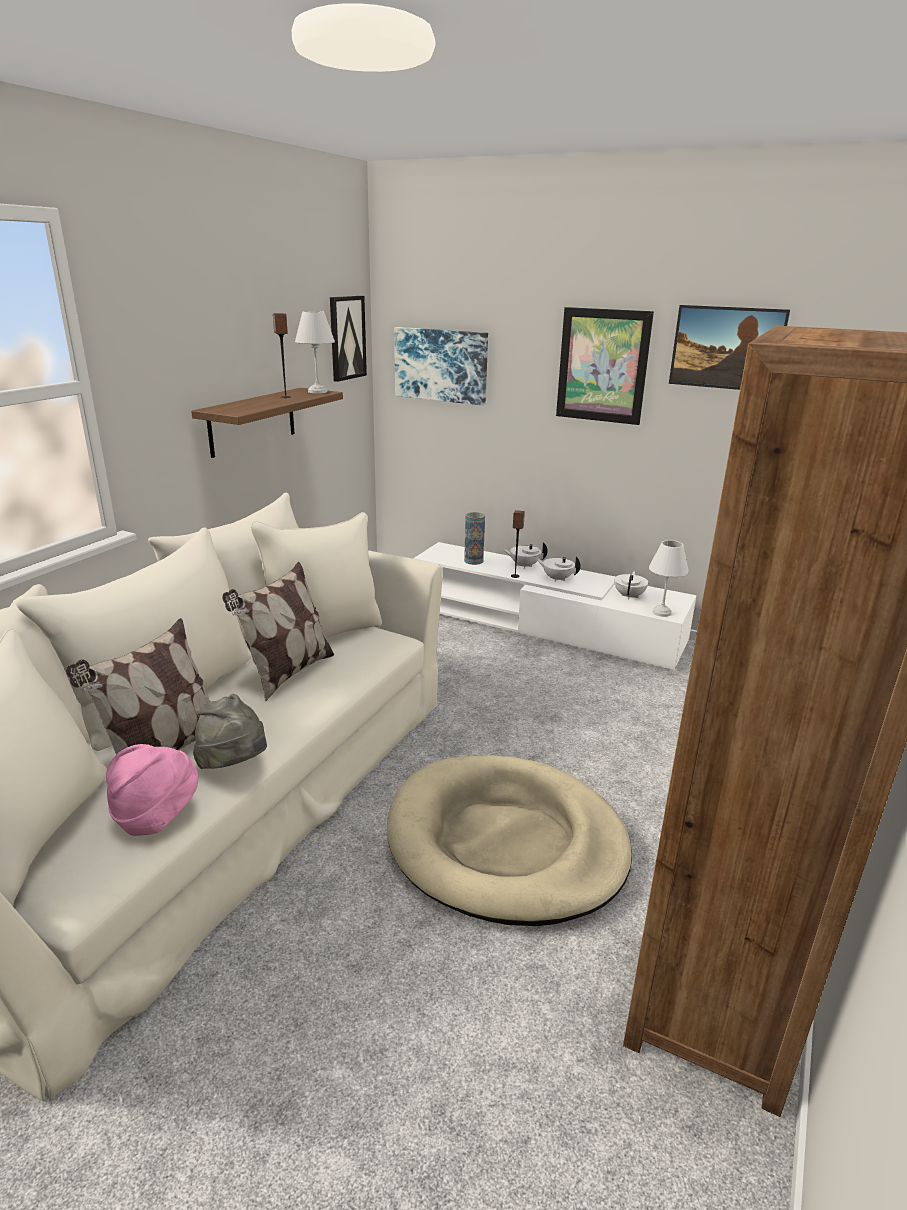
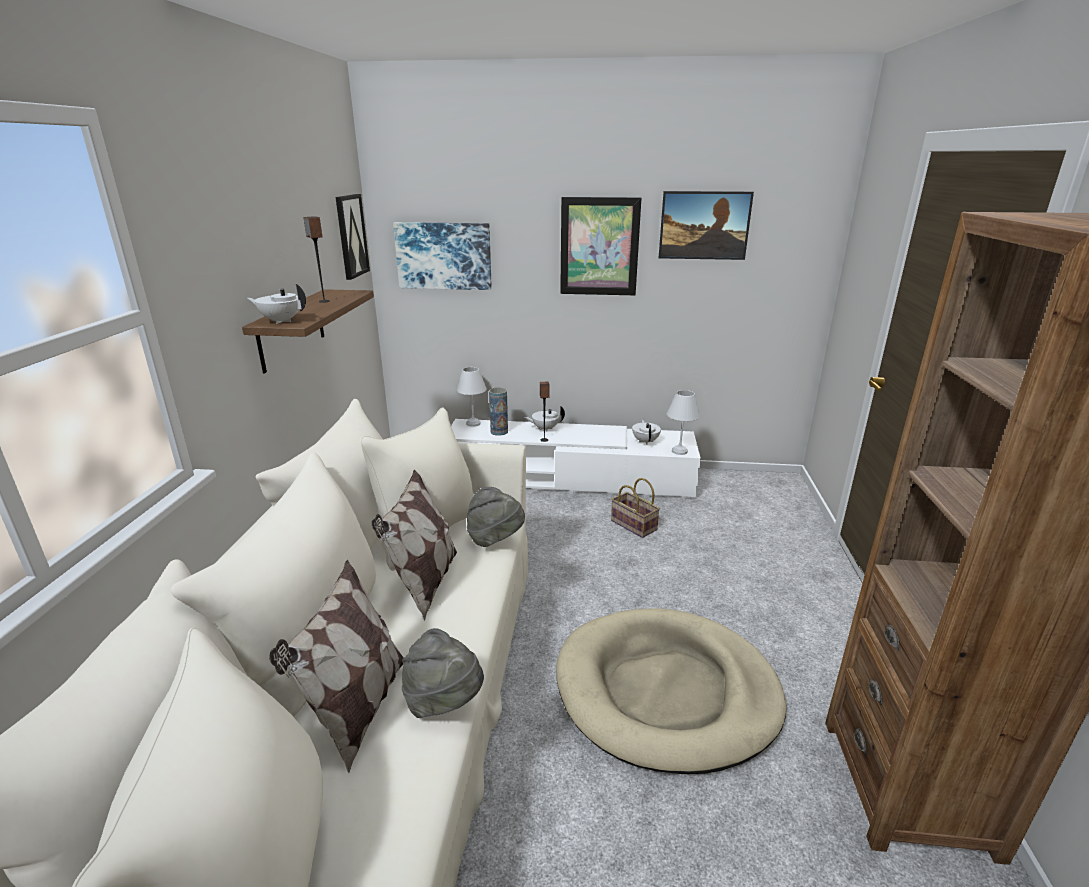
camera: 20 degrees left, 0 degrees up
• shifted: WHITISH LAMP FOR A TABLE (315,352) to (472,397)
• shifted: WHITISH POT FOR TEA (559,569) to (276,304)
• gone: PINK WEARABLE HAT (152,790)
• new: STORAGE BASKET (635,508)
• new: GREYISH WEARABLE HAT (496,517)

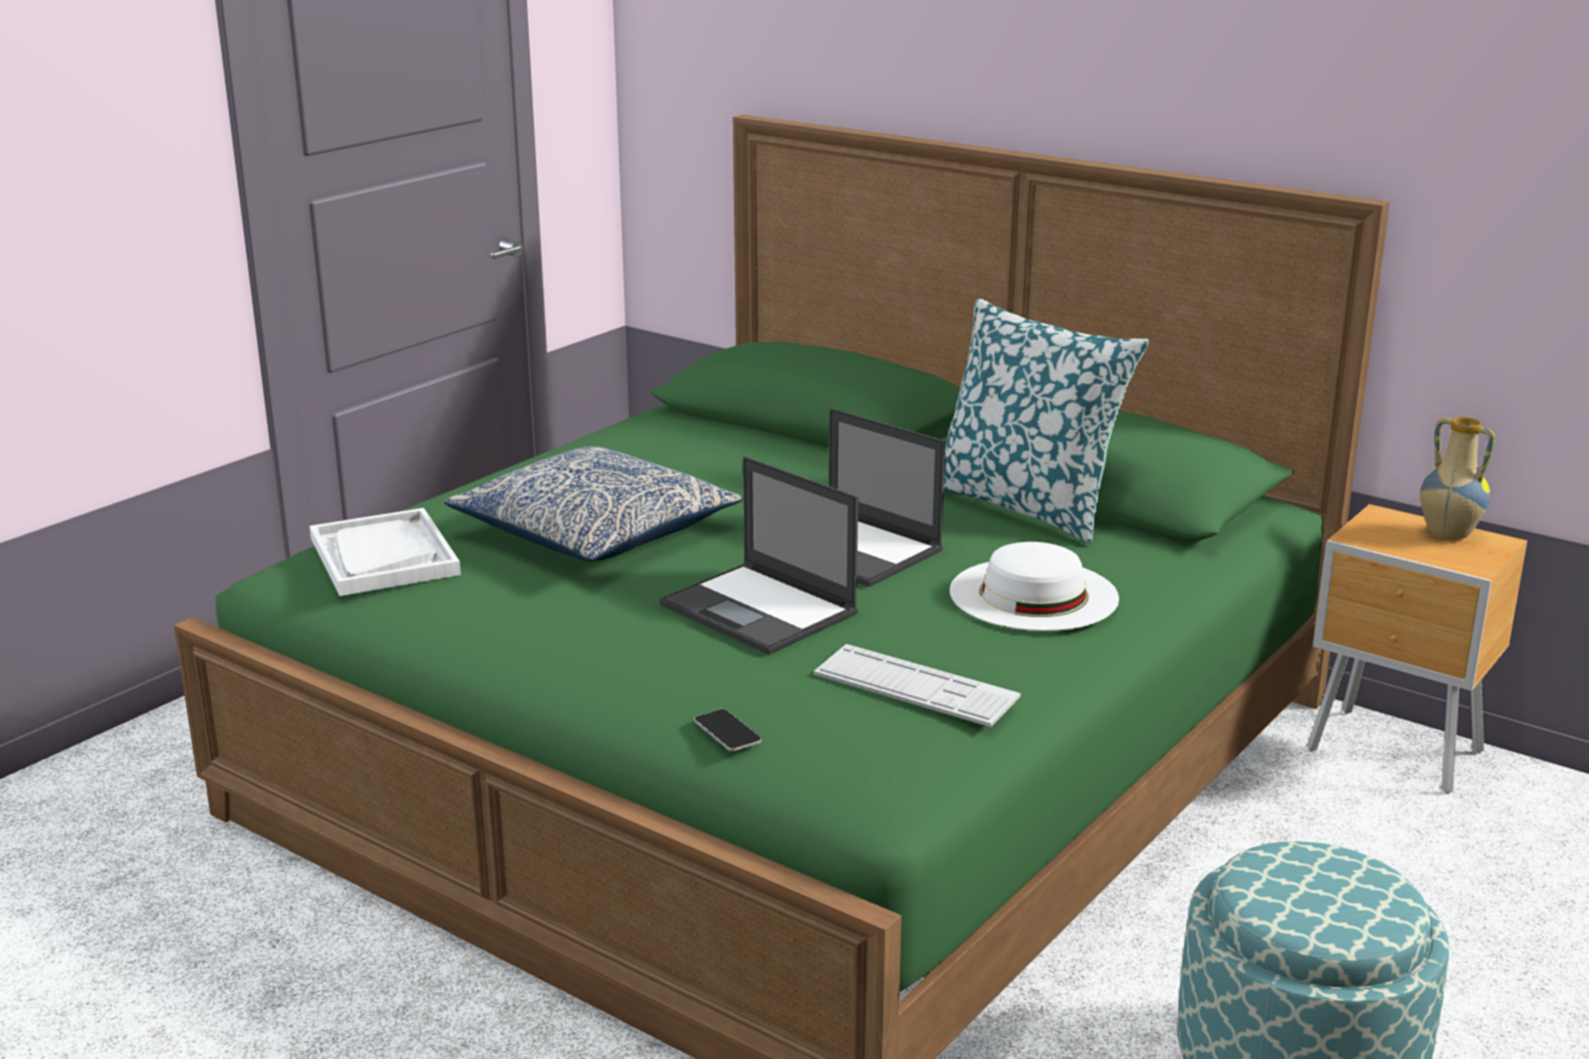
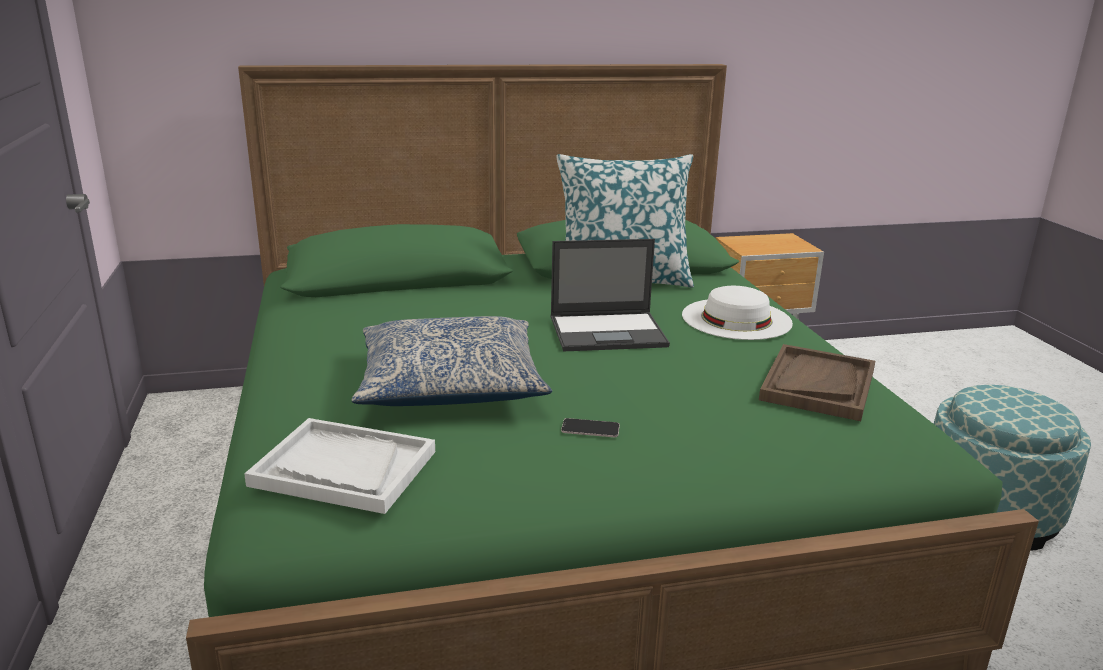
camera: 50 degrees left, 0 degrees up
• gone: DECORATIVE VASE (1457,478)
• gone: PORTABLE COMPUTER (758,555)
• swapped: COMPUTER KEYBOARD (917,685) to BROWNISH SERVING TRAY (817,382)
• shifted: TELEPHONE (727,730) to (590,427)

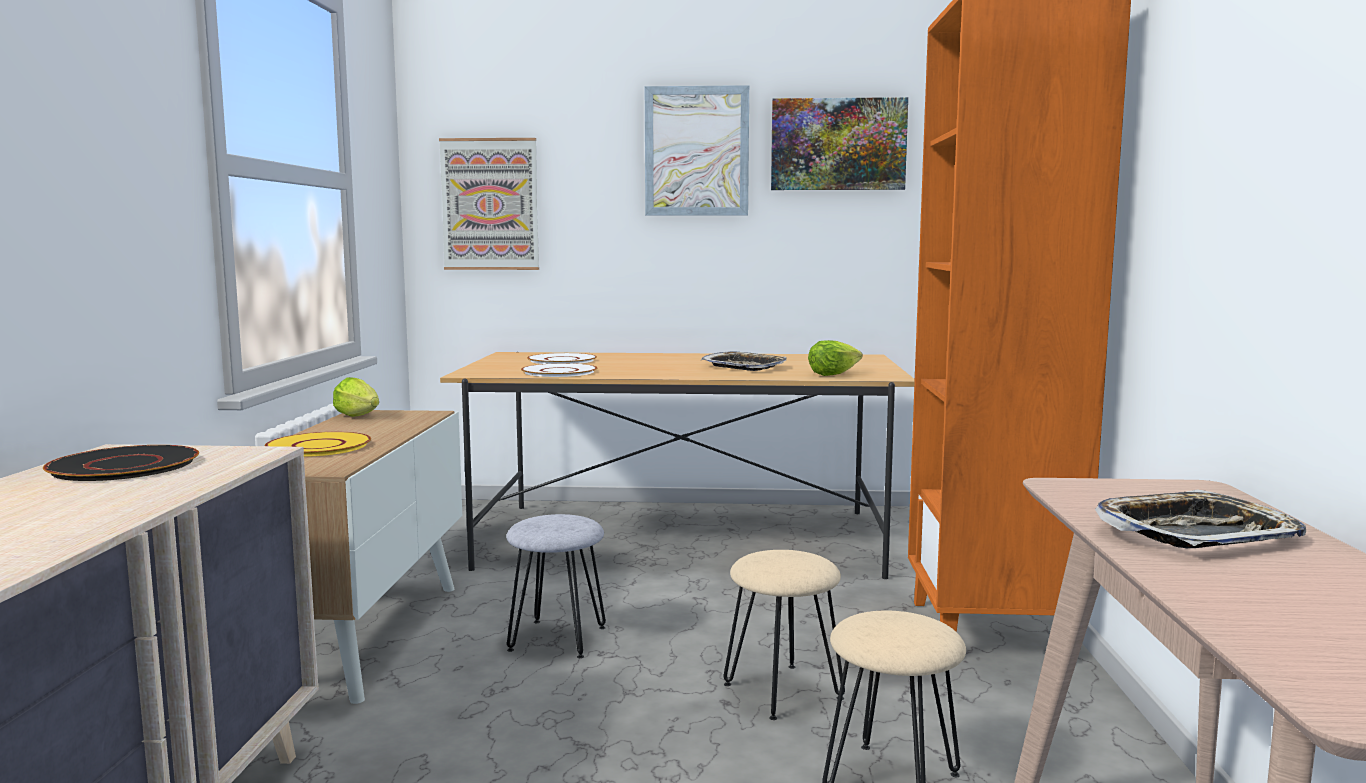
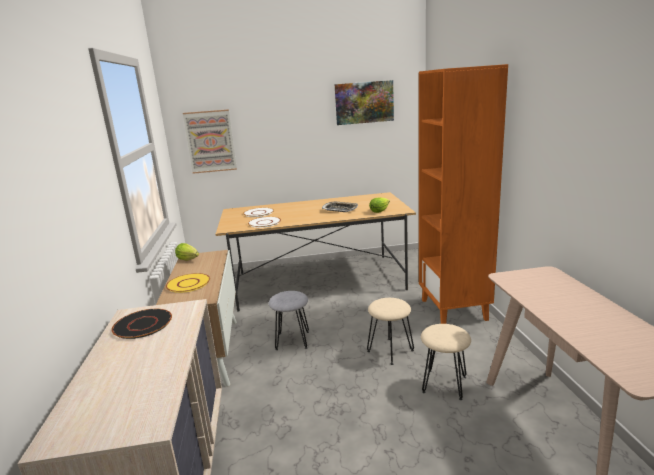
camera: 10 degrees left, 10 degrees up
• gone: WALL ART (697,150)
• gone: SERVING TRAY (1200,518)

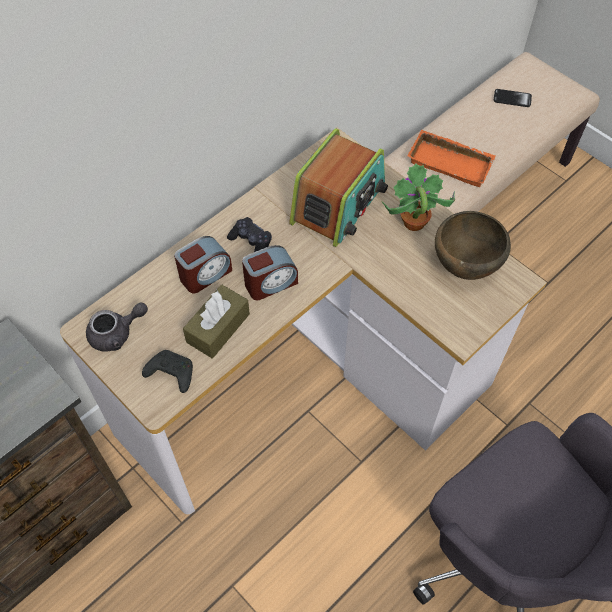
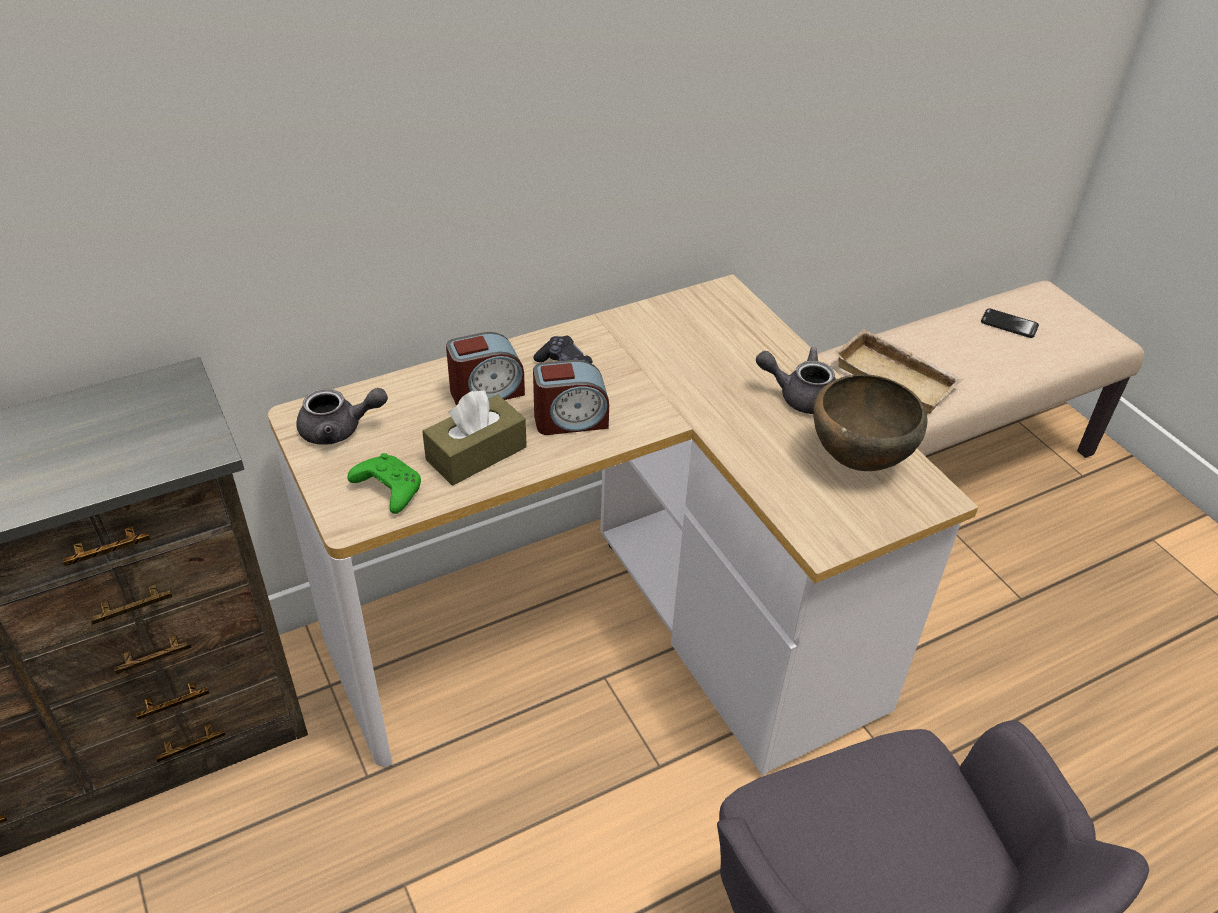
camera: 15 degrees right, 15 degrees down
• gone: RADIO SET (338,187)
• repainted: ORANGE-COLOURED SERVING TRAY (452,158) to BEIGE-COLOURED SERVING TRAY (898,371)
• swapped: POTTED PLANT (418,197) to GREYISH POT FOR TEA (796,380)
• repainted: BLACKISH JOYPAD (167,371) to GREEN-COLOURED JOYPAD (384,483)

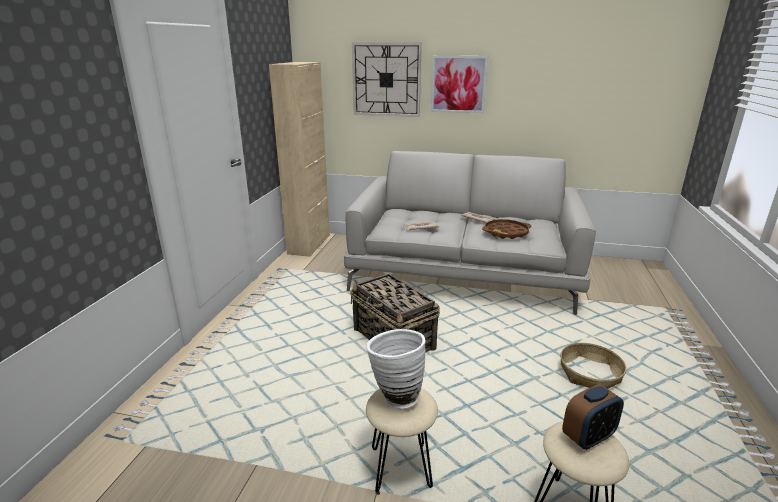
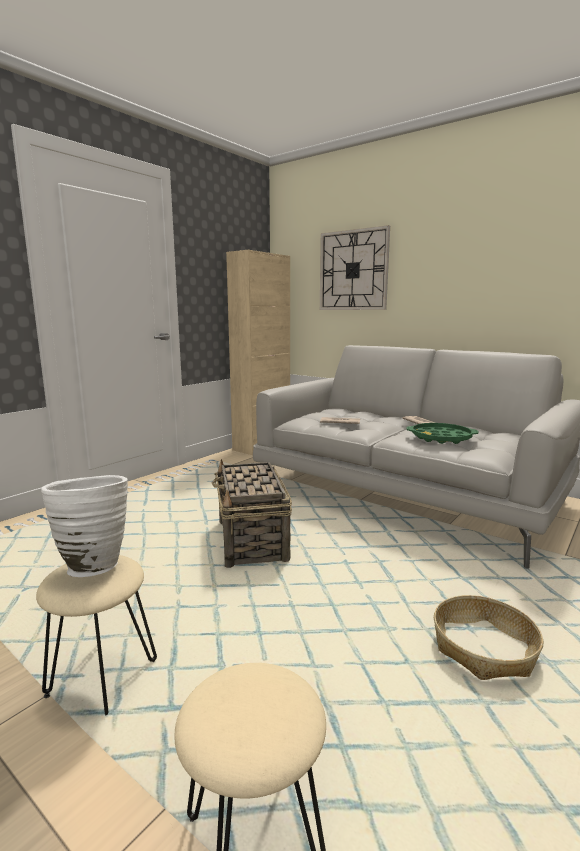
camera: 25 degrees right, 10 degrees down
• gone: WALL ART (459,84)
• repainted: BROWNISH SERVING TRAY (506,229) to GREEN-COLOURED SERVING TRAY (442,433)
• gone: TABLE CLOCK (593,417)

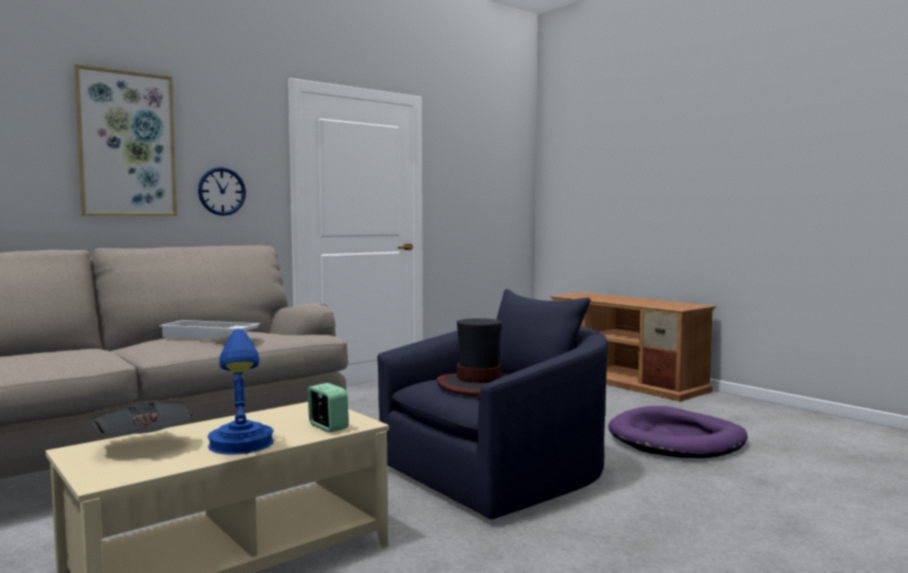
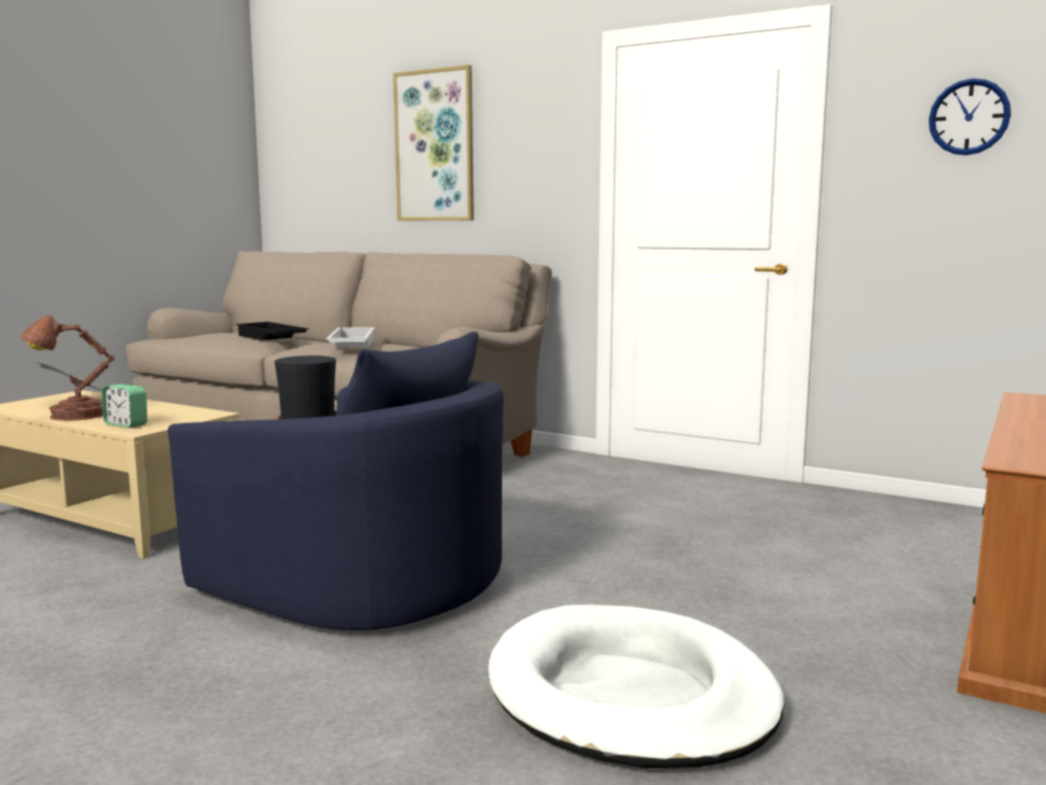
camera: 70 degrees right, 5 degrees up
• shifted: WALL CLOCK (222,191) to (970,116)
• repainted: BLUISH LAMP FOR A TABLE (241,392) to BROWNISH LAMP FOR A TABLE (68,368)
• rotated: TABLE CLOCK (328,408) = (124,406) 90 degrees clockwise
• repainted: PURPLE PET BED (677,432) to WHITISH PET BED (636,686)
• new: BLACKISH SERVING TRAY (272,331)

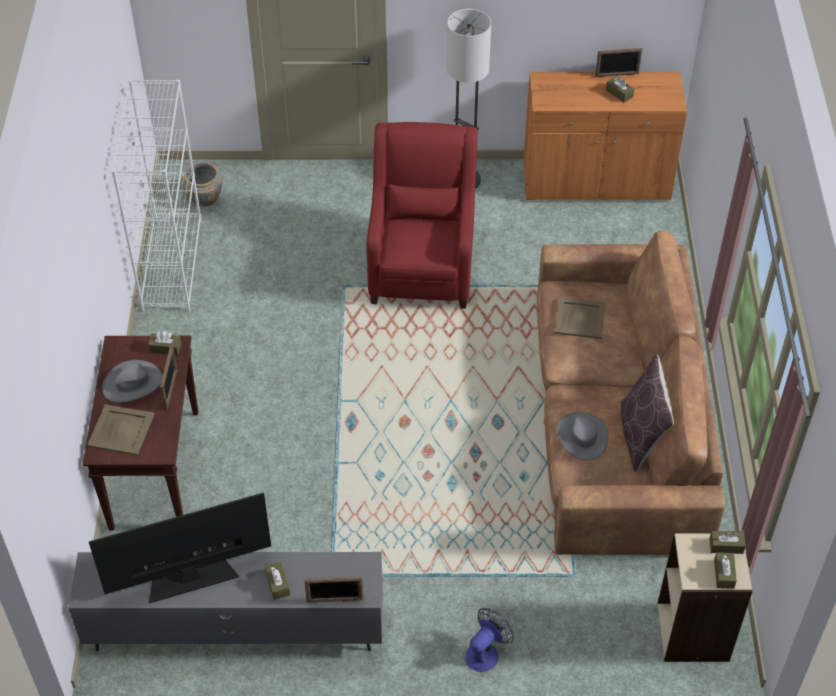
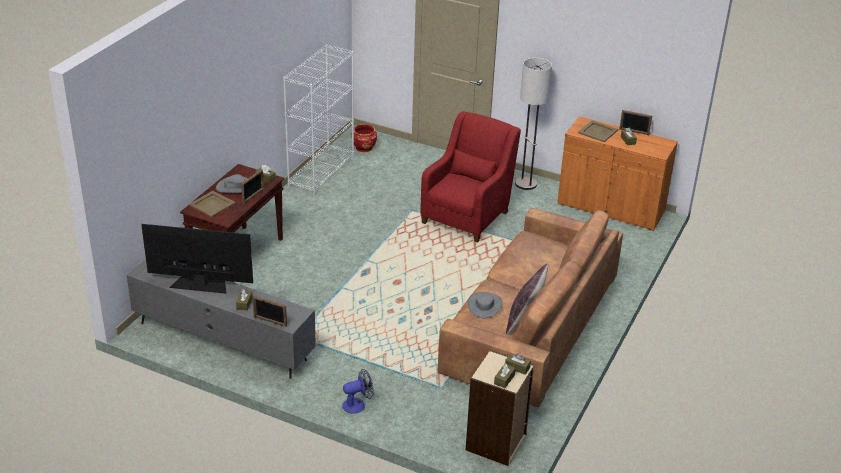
camera: 25 degrees right, 15 degrees down
• repainted: GREYISH PLANTER (202,184) to RED-COLOURED PLANTER (364,138)
• shifted: BEIGE-COLOURED SERVING TRAY (579,318) to (598,131)

